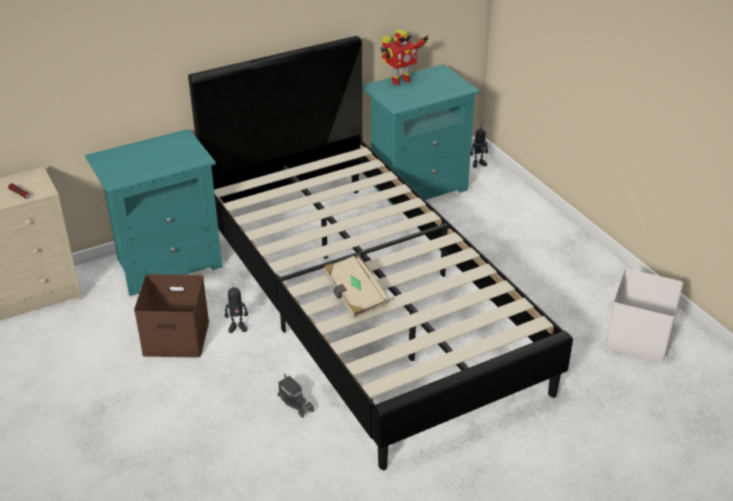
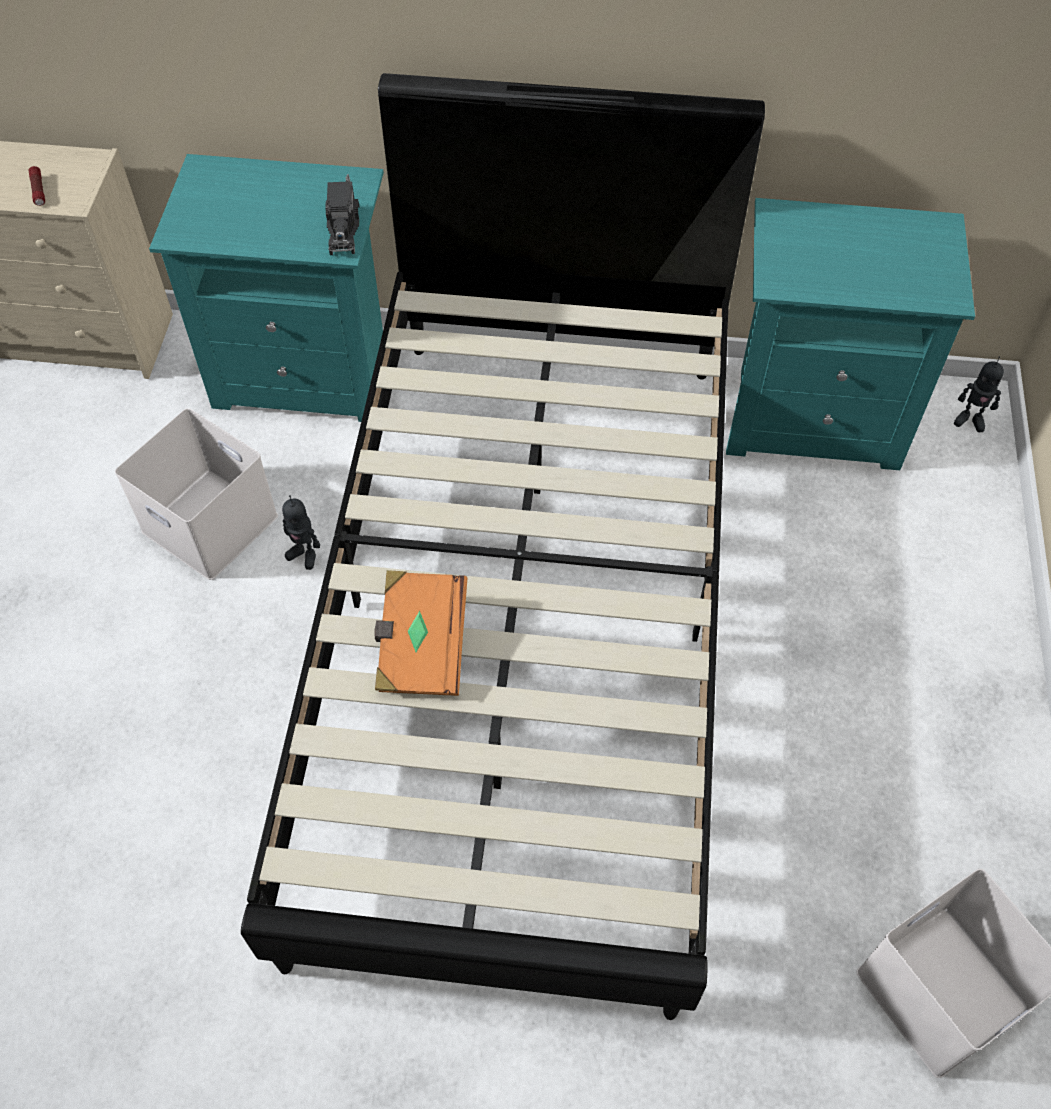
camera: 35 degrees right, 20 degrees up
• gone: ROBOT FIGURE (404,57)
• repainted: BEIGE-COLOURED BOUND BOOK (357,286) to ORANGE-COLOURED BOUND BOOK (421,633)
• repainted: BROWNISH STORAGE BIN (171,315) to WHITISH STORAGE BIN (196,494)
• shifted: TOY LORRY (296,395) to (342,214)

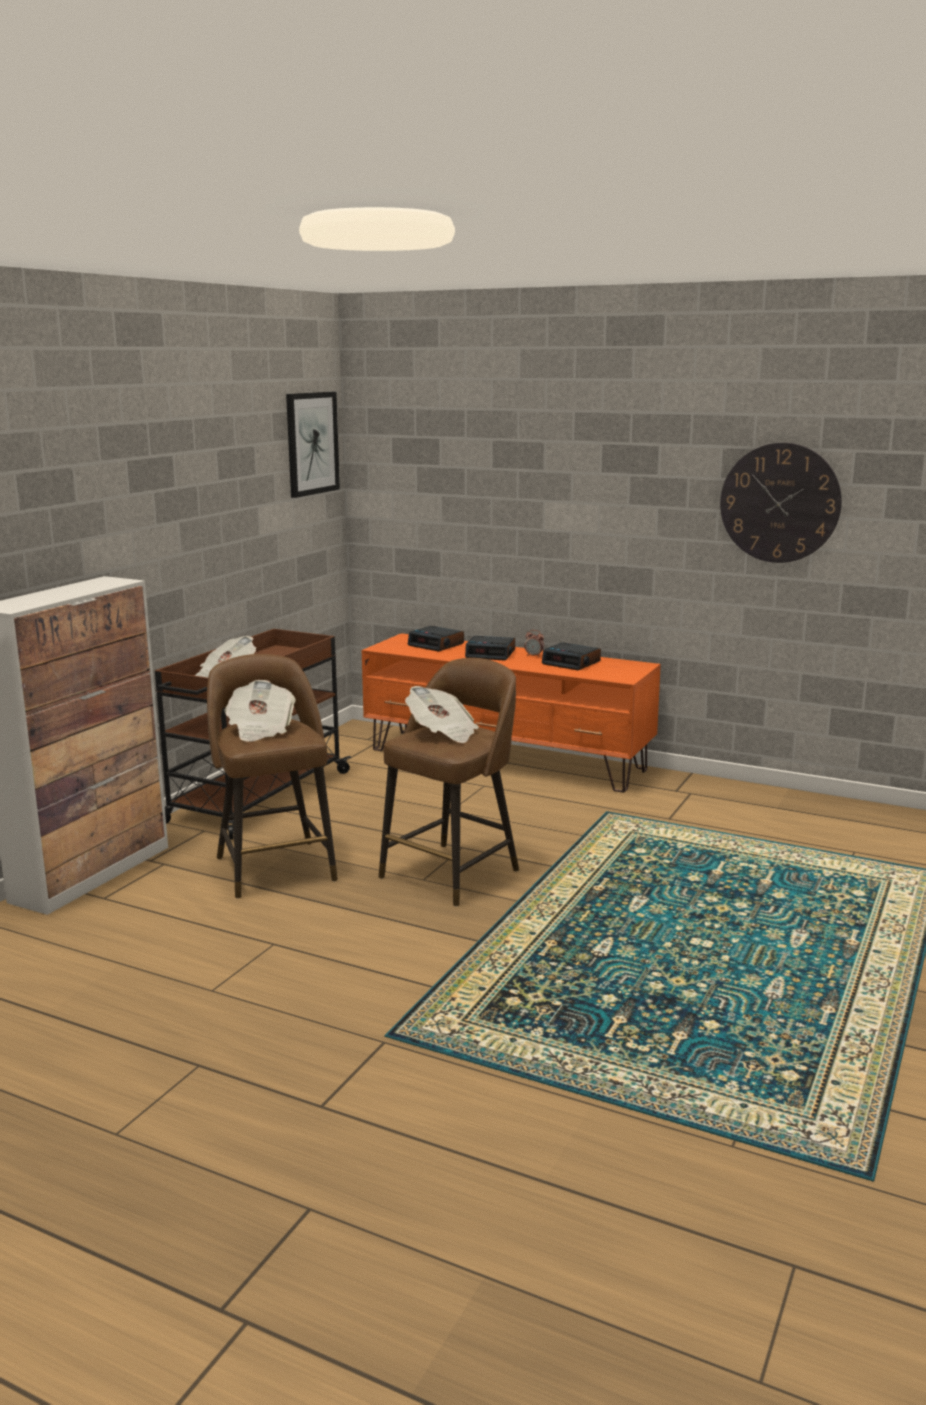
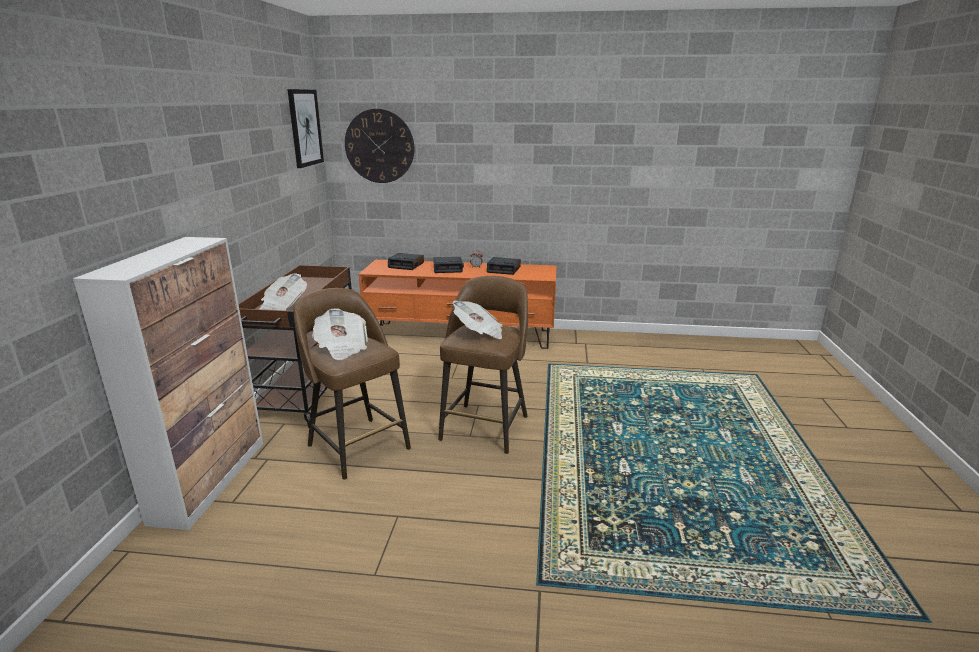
camera: 20 degrees left, 5 degrees up
• shifted: WALL CLOCK (781,503) to (379,146)

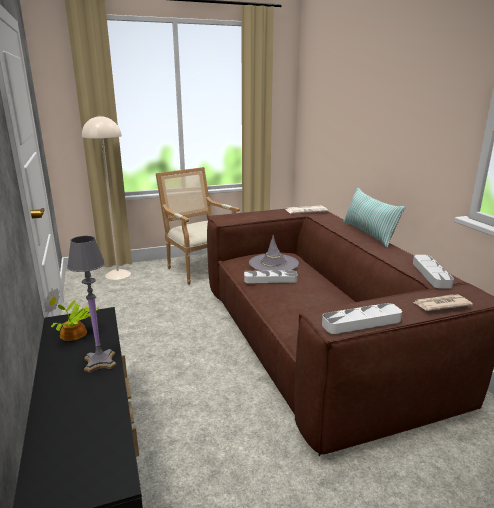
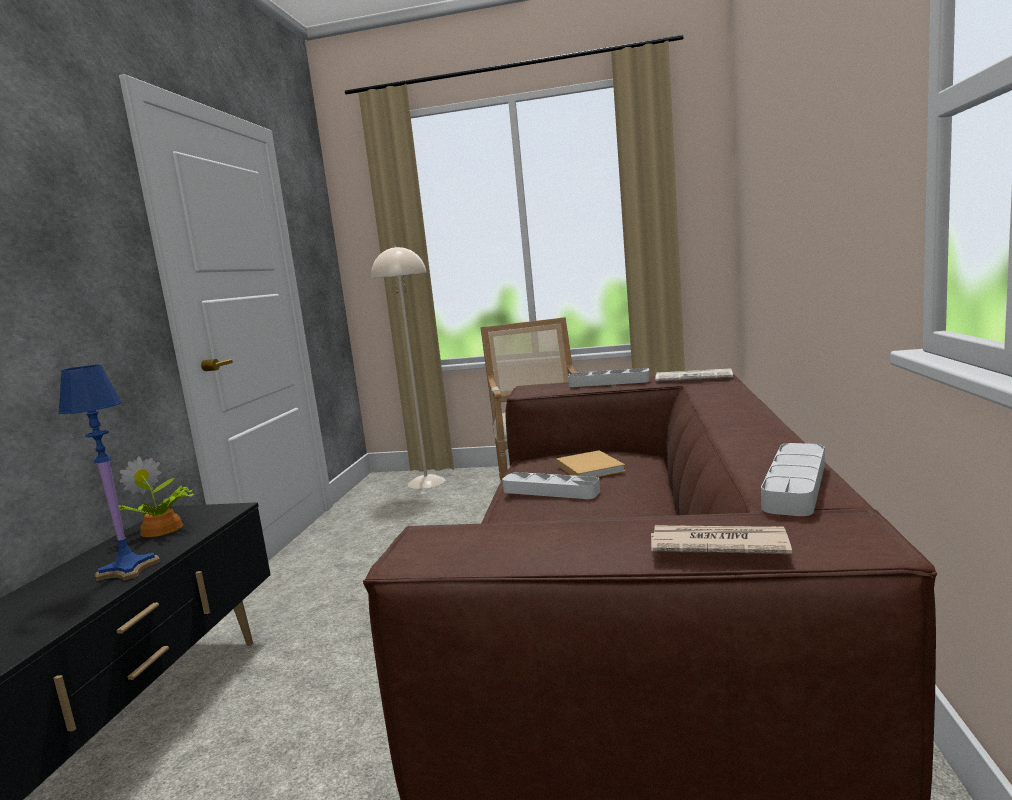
camera: 30 degrees right, 10 degrees down
• gone: THROW PILLOW (374,217)
• swapped: GREYISH WEARABLE HAT (274,253) to BEIGE-COLOURED BOUND BOOK (591,463)
• repainted: GREYISH LAMP FOR A TABLE (91,304) to BLUISH LAMP FOR A TABLE (109,473)
• shifted: GREYISH SERVING TRAY (362,318) to (609,377)

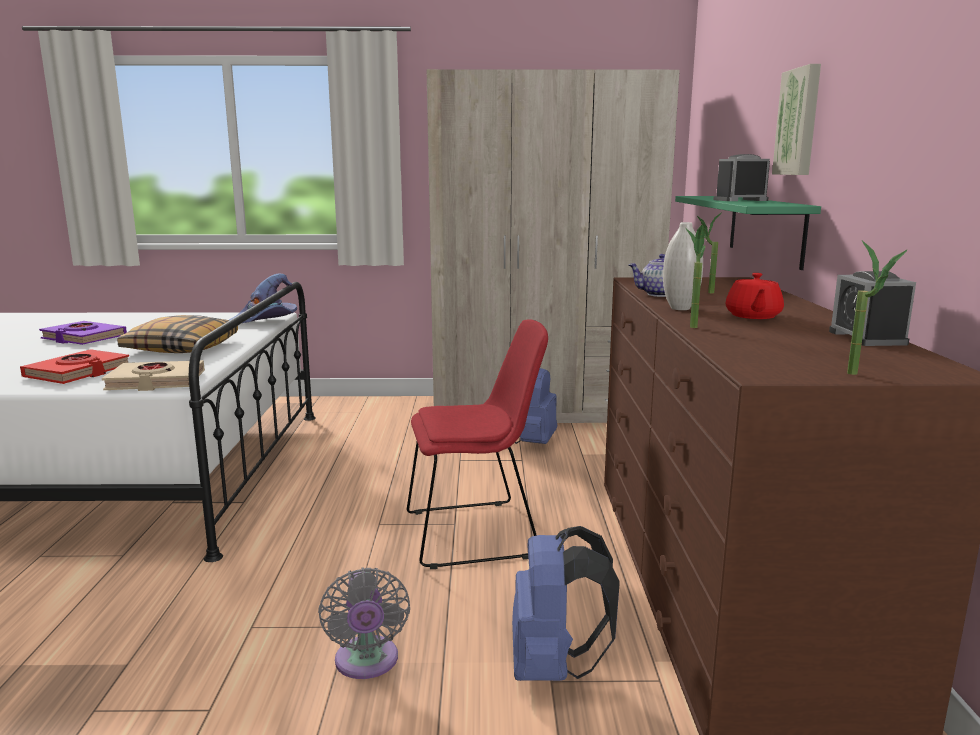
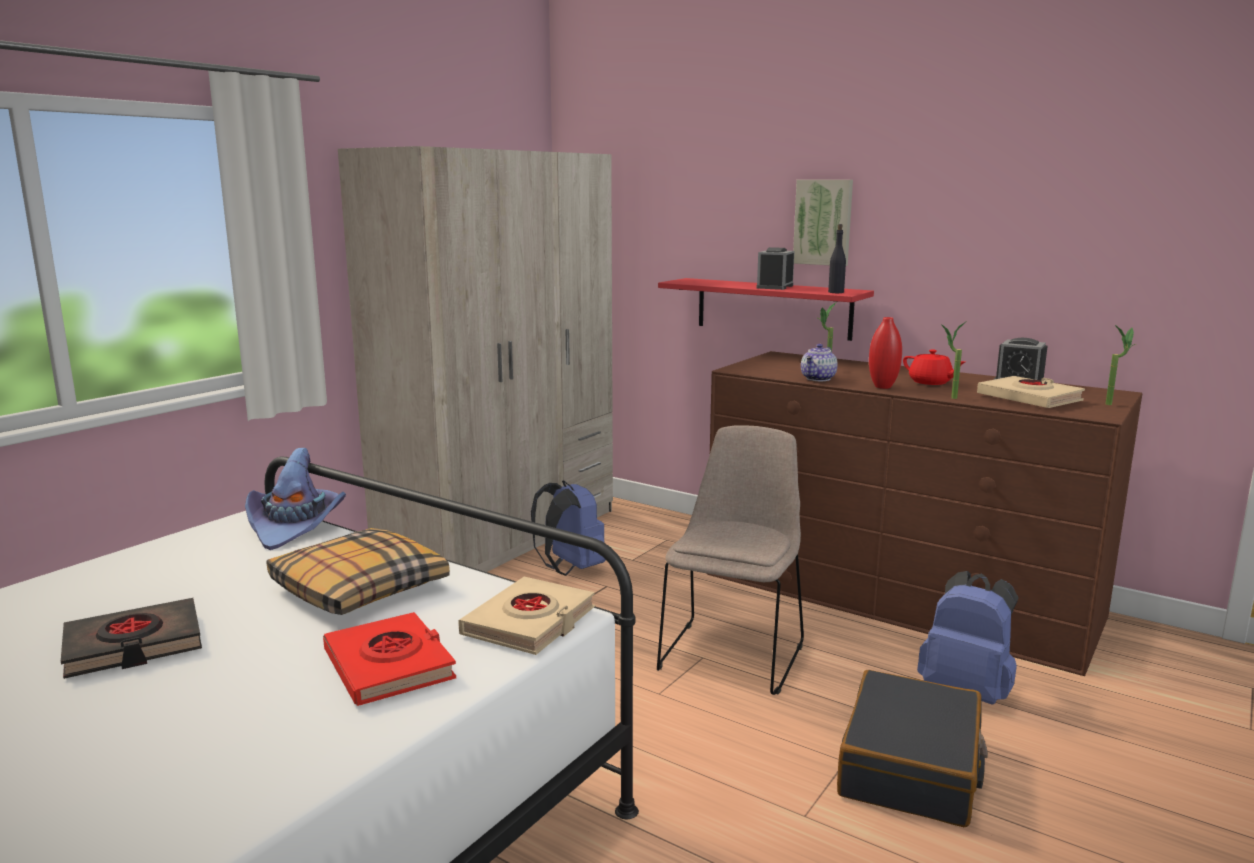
camera: 55 degrees left, 0 degrees up
• repainted: GREEN-COLOURED SHELF (748,233) to RED-COLOURED SHELF (766,309)
• repainted: WHITISH DECORATIVE VASE (683,266) to RED-COLOURED DECORATIVE VASE (885,353)
• repainted: RED-COLOURED CHAIR (477,444) to BEIGE-COLOURED CHAIR (730,560)
• repainted: PURPLE BOUND BOOK (83,333) to BLACKISH BOUND BOOK (131,638)
• swapped: GREYISH FAN (364,623) to BLACKISH SUITCASE (912,748)
• new: BLACKISH BOTTLE (837,258)
• new: BEIGE-COLOURED BOUND BOOK (1031,392)

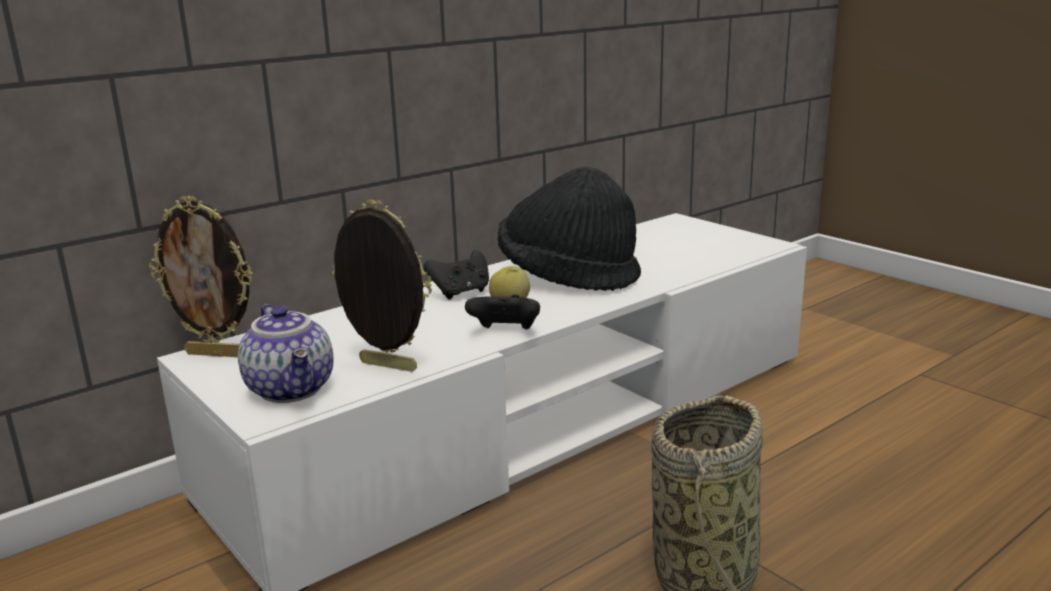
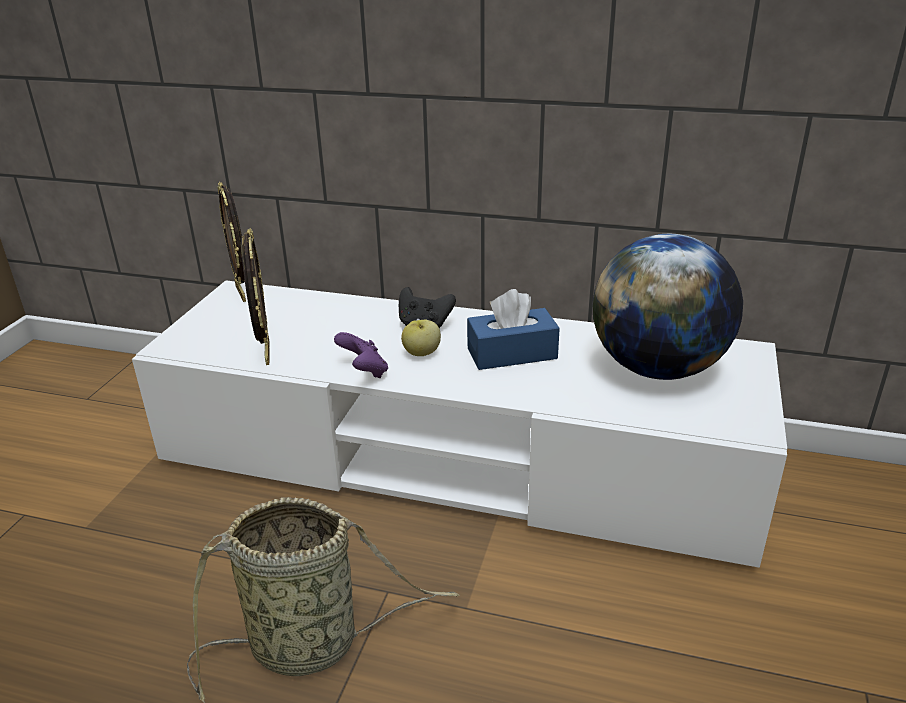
camera: 55 degrees right, 10 degrees up
• swapped: BLACKISH WEARABLE HAT (569,228) to BLUISH TISSUE HOLDER (513,329)
• repainted: BLACKISH JOYPAD (502,311) to PURPLE JOYPAD (361,355)
• gone: POT FOR TEA (286,353)
• new: GLOBE (668,307)

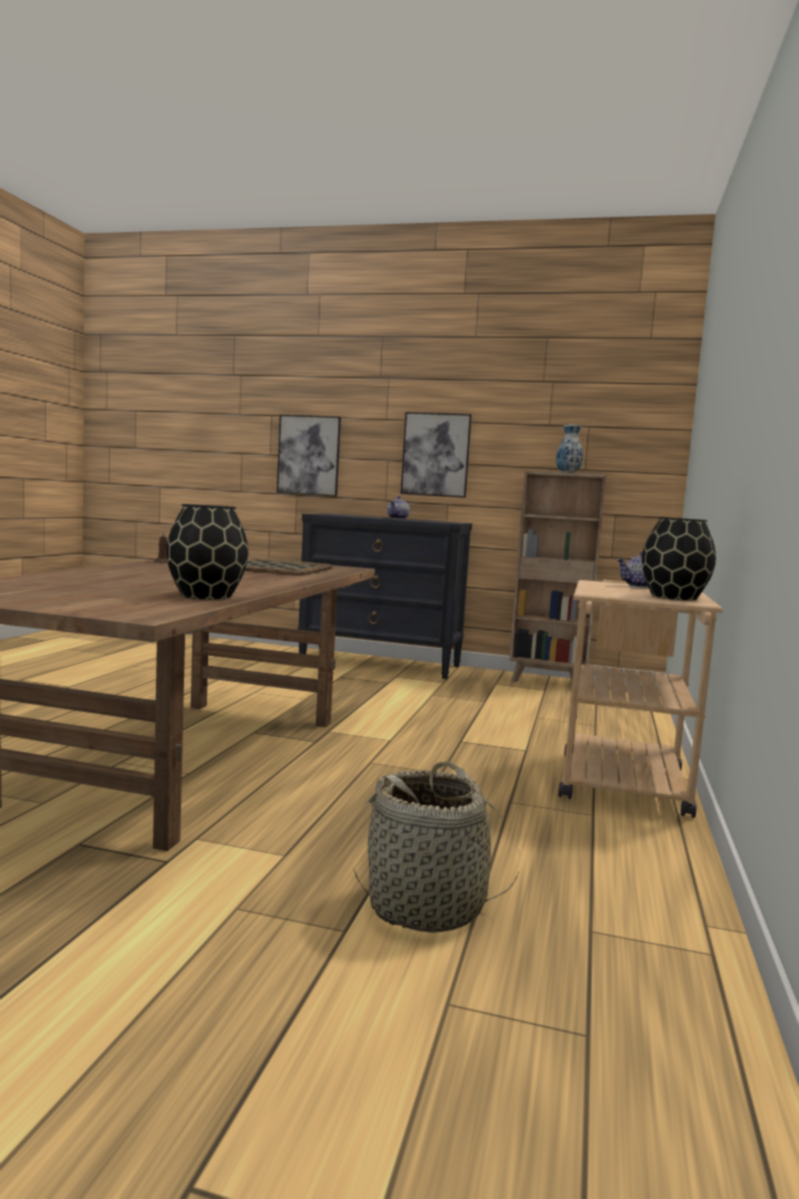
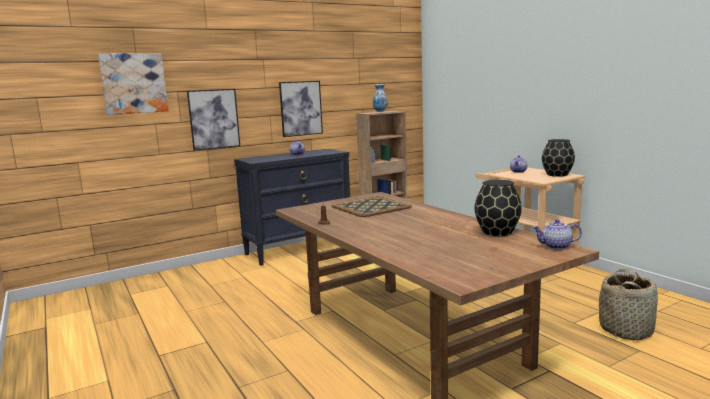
camera: 45 degrees left, 5 degrees up
• new: WALL ART (133,84)
• new: POT FOR TEA (557,234)

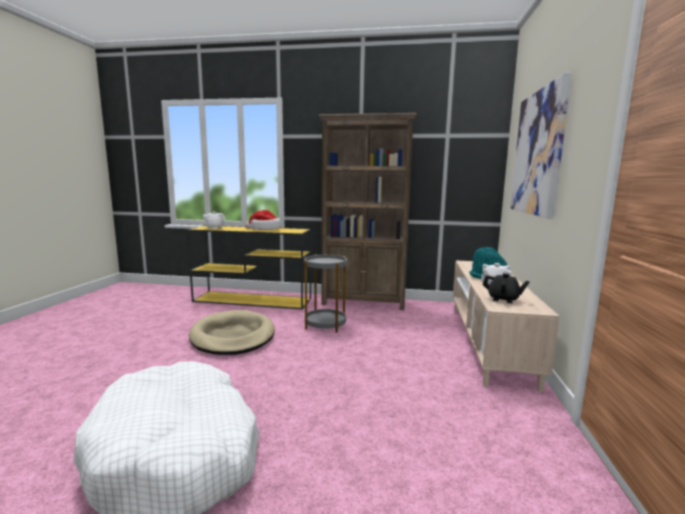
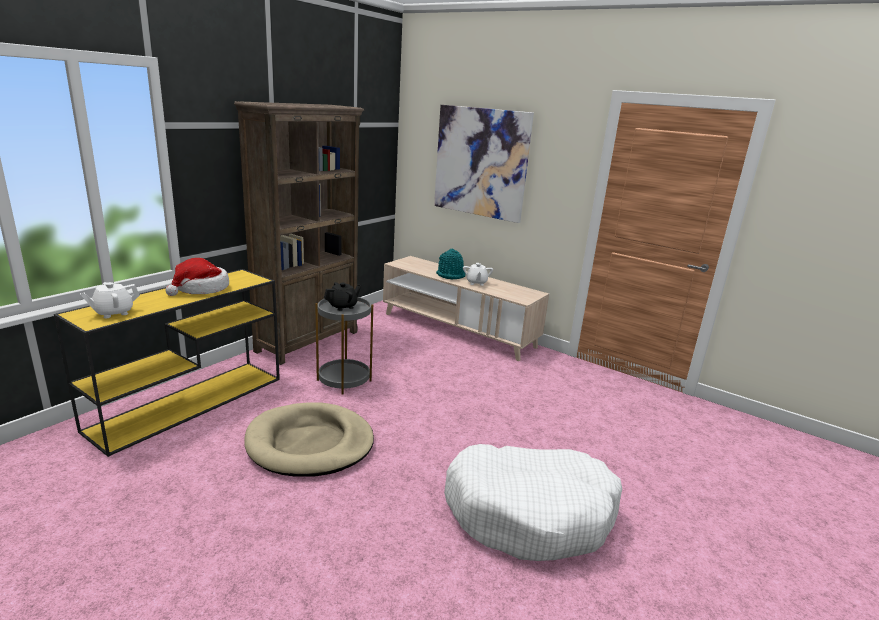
camera: 65 degrees left, 10 degrees up
• shifted: BLACKISH POT FOR TEA (505,288) to (342,296)

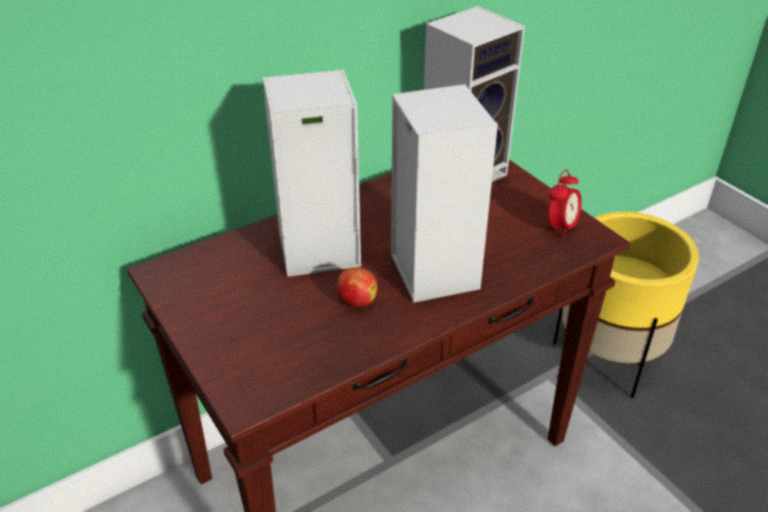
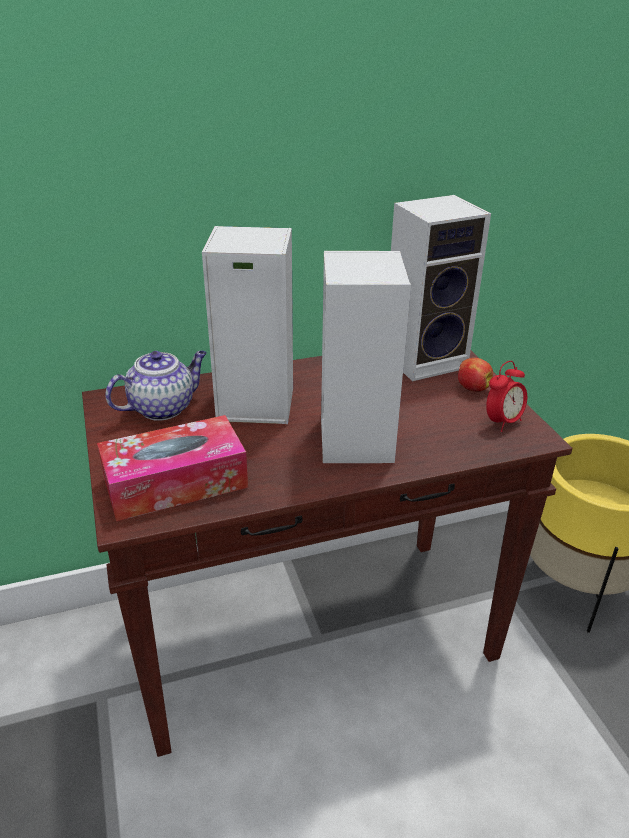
camera: 15 degrees right, 5 degrees down
• shifted: WHOLE APPLE (358,287) to (475,375)
• new: POT FOR TEA (156,386)
• new: TISSUE HOLDER (172,468)

